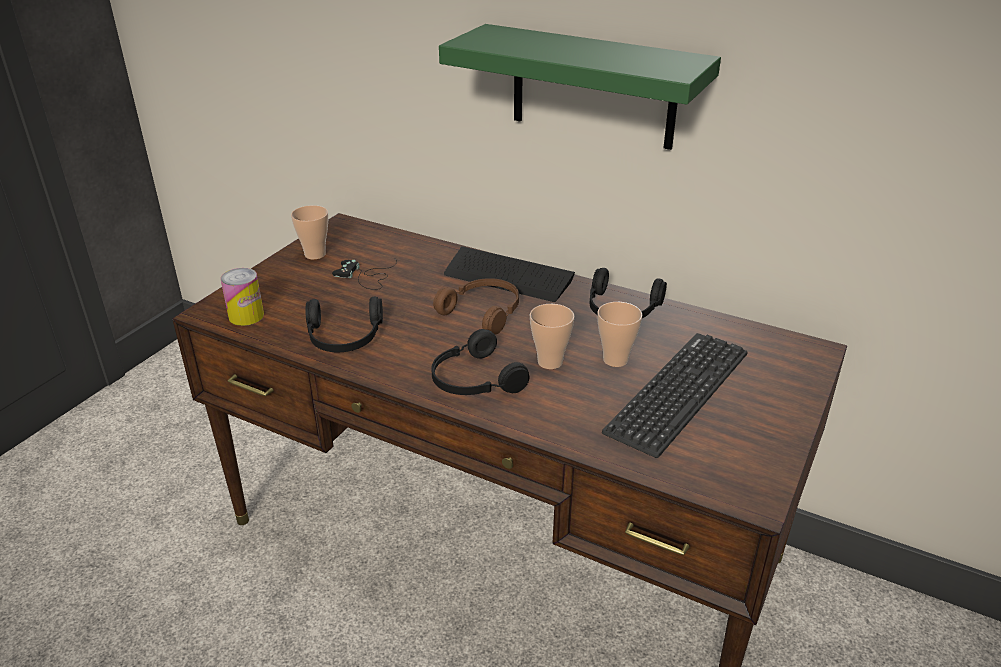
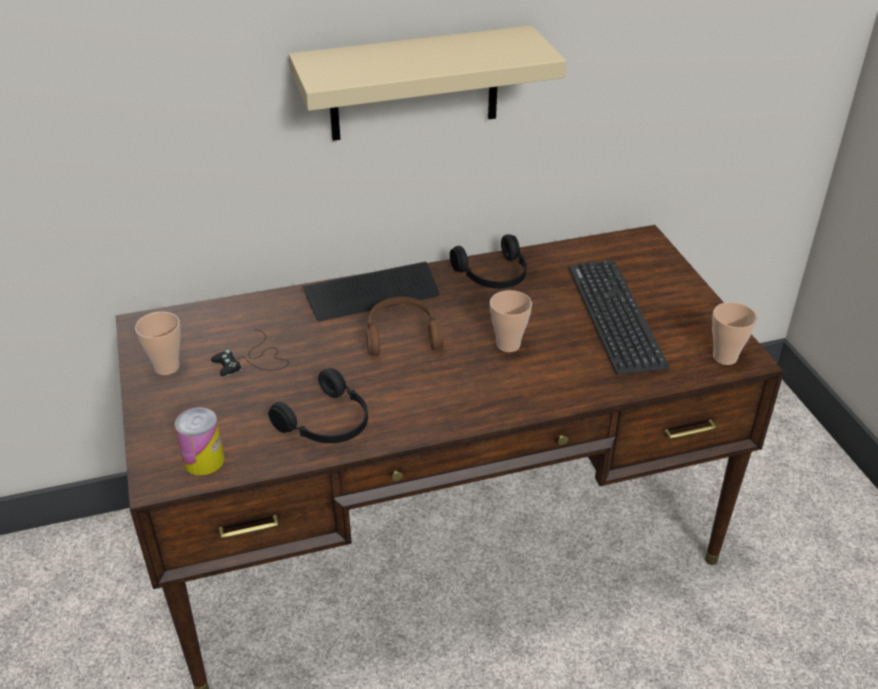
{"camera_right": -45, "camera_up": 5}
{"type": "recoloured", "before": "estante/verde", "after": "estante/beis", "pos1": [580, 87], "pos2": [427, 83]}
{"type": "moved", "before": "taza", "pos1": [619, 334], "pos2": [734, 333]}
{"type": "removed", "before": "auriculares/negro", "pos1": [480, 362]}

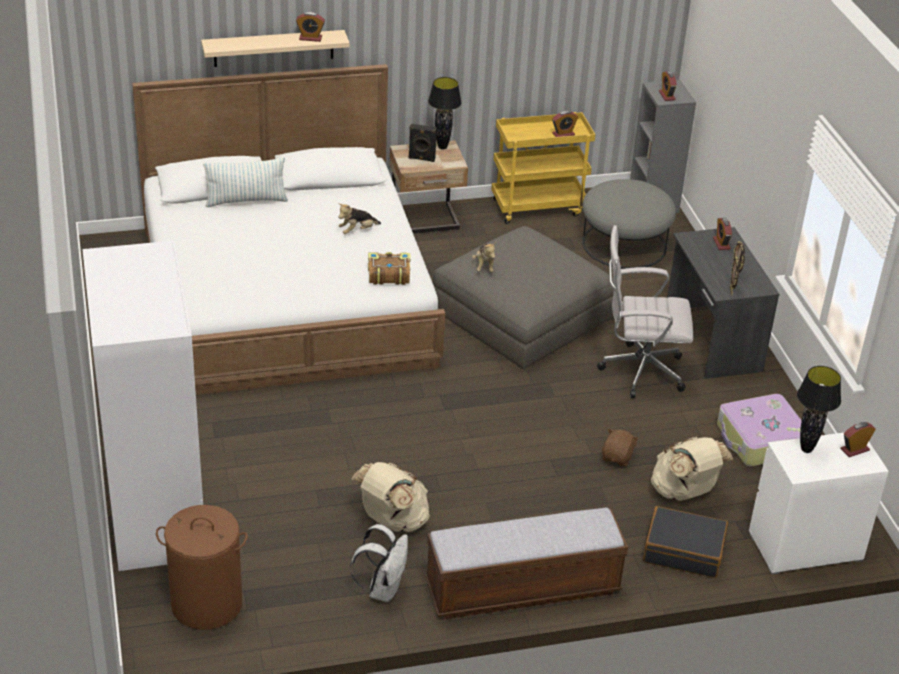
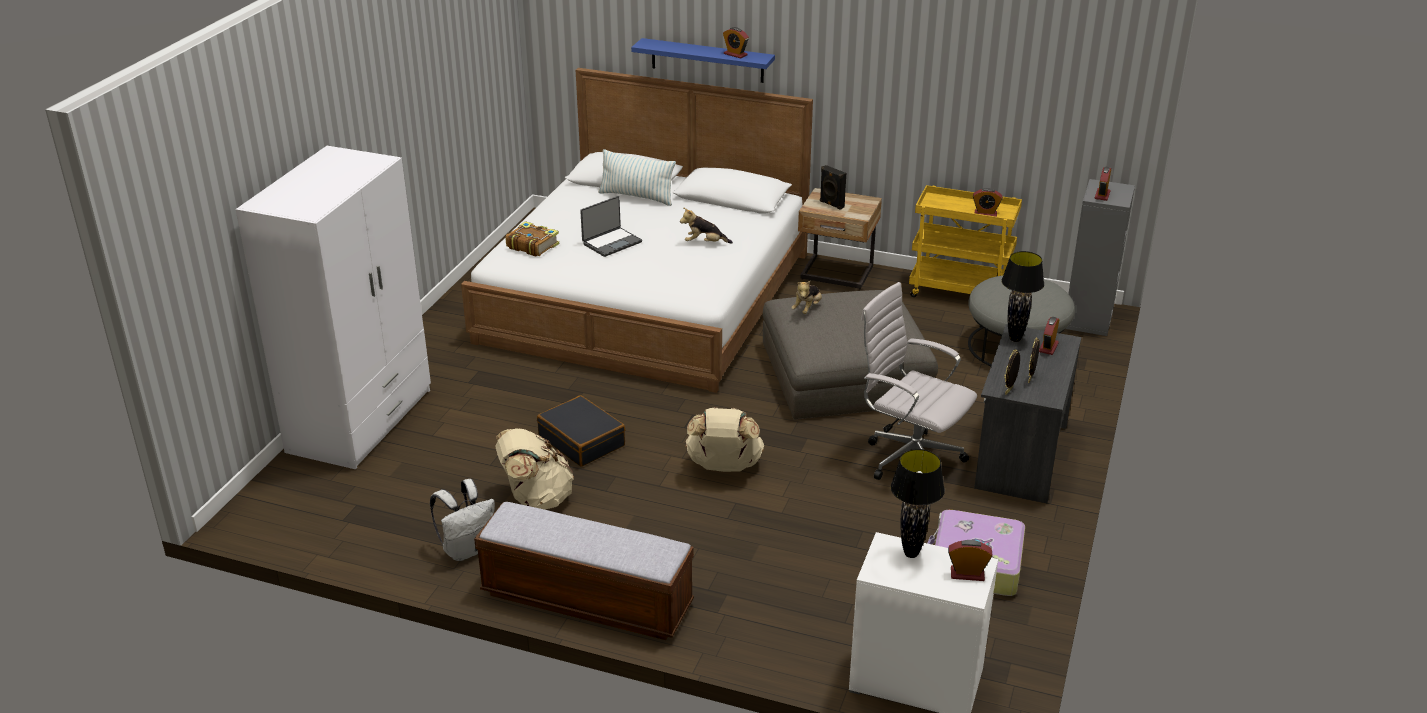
{"camera_right": 35, "camera_up": -5}
{"type": "moved", "before": "libro", "pos1": [389, 268], "pos2": [532, 238]}
{"type": "moved", "before": "maleta/negro", "pos1": [685, 542], "pos2": [581, 431]}
{"type": "added", "after": "portátil", "pos2": [611, 226]}
{"type": "recoloured", "before": "estante/beis", "after": "estante/azul", "pos1": [275, 48], "pos2": [703, 60]}
{"type": "moved", "before": "mochila/beis", "pos1": [692, 469], "pos2": [724, 439]}
{"type": "moved", "before": "lámpara de mesa/negro", "pos1": [444, 113], "pos2": [1022, 296]}
{"type": "removed", "before": "cesto de la ropa/marrón", "pos1": [202, 567]}
{"type": "removed", "before": "peluche/marrón", "pos1": [620, 447]}

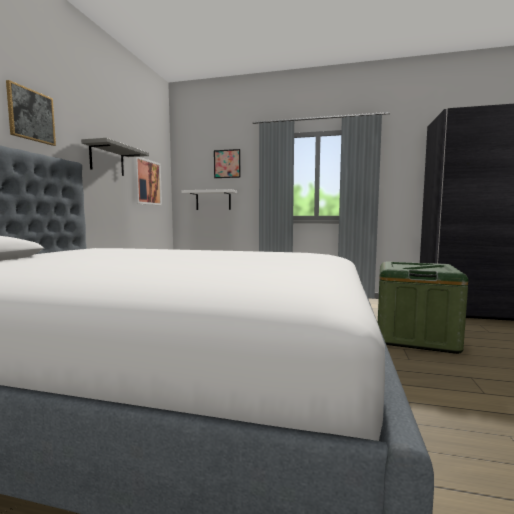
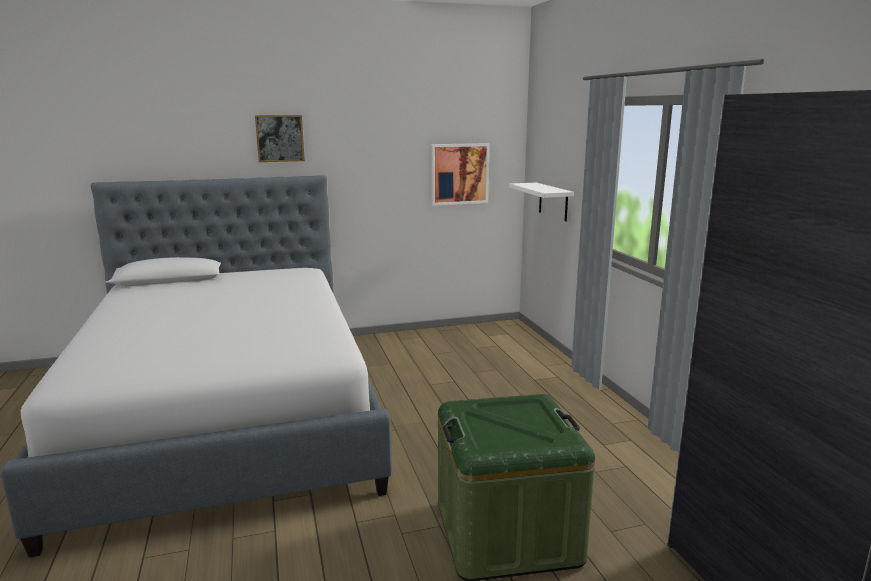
{"camera_right": 60, "camera_up": 10}
{"type": "removed", "before": "estante/gris", "pos1": [115, 157]}
{"type": "removed", "before": "cuadro", "pos1": [227, 163]}

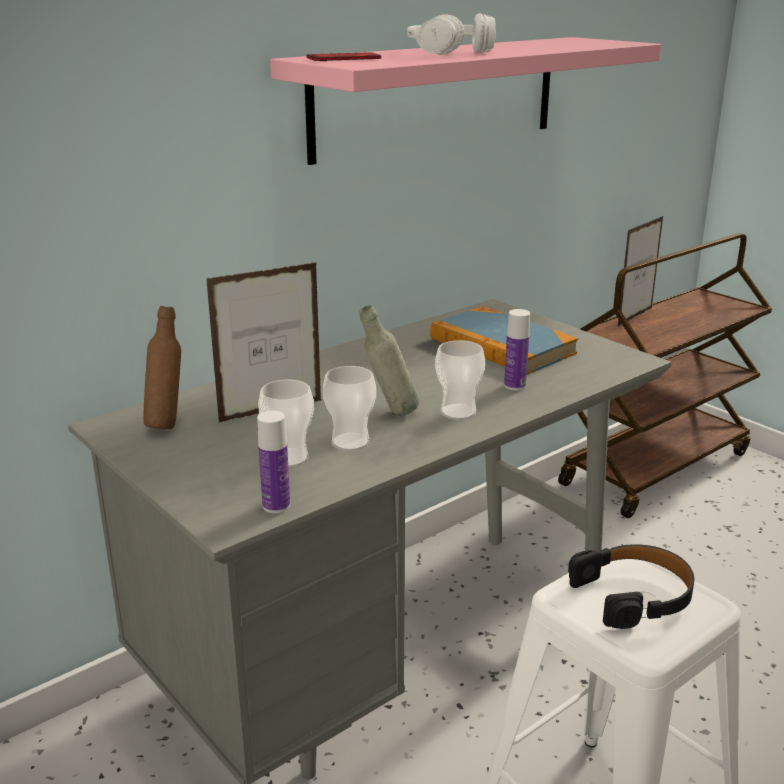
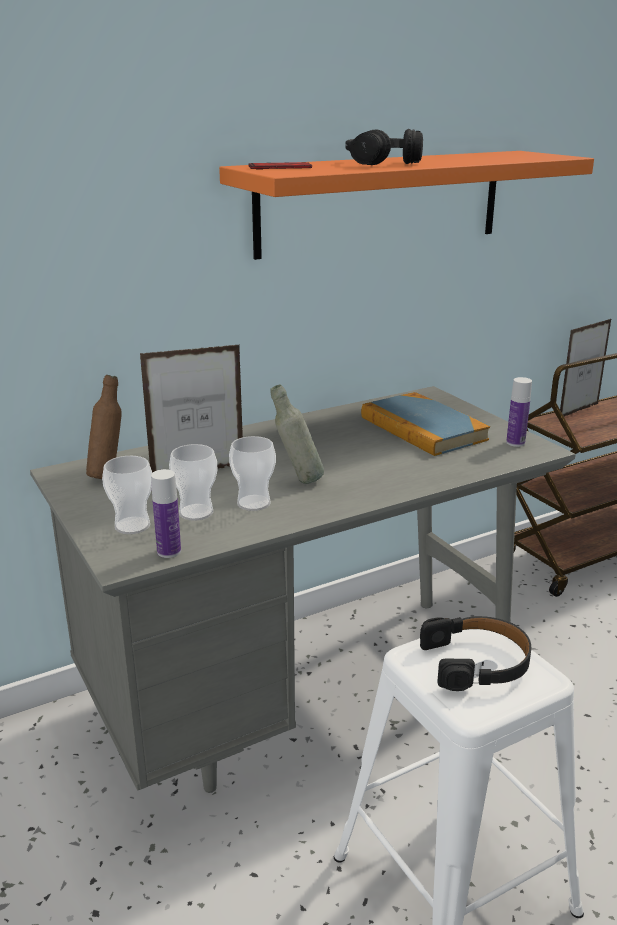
{"camera_right": 10, "camera_up": 0}
{"type": "moved", "before": "taza", "pos1": [460, 380], "pos2": [127, 495]}
{"type": "recoloured", "before": "estante/rosa", "after": "estante/naranja", "pos1": [465, 101], "pos2": [406, 205]}
{"type": "recoloured", "before": "auriculares/blanco", "after": "auriculares/negro", "pos1": [451, 34], "pos2": [384, 147]}
{"type": "moved", "before": "botella", "pos1": [517, 349], "pos2": [519, 412]}

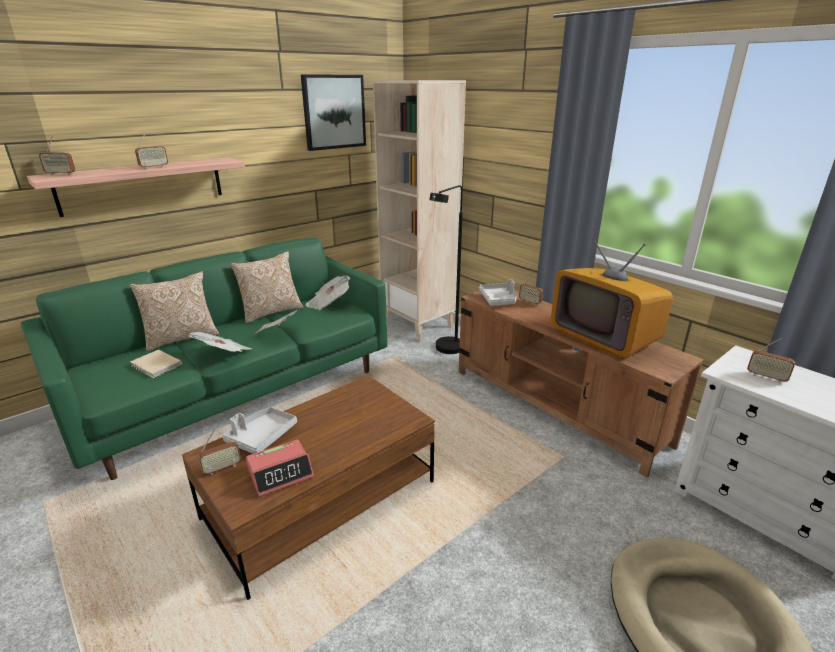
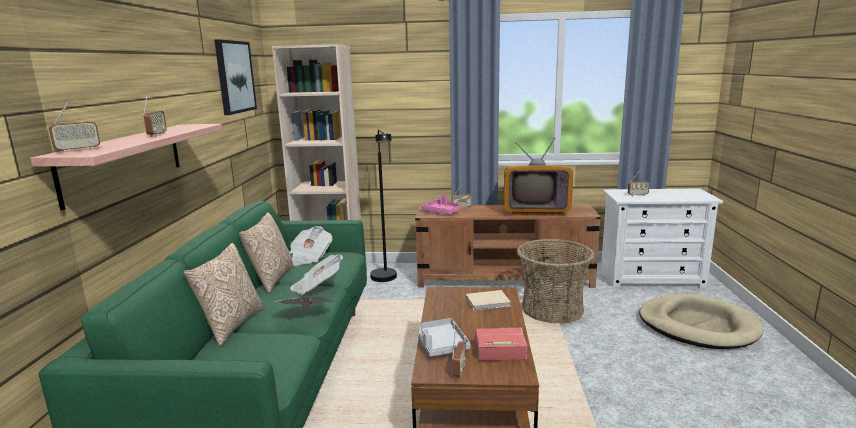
{"camera_right": -45, "camera_up": -10}
{"type": "recoloured", "before": "bandeja/gris", "after": "bandeja/rosa", "pos1": [498, 292], "pos2": [441, 204]}
{"type": "moved", "before": "libro/beis", "pos1": [156, 364], "pos2": [488, 300]}
{"type": "turned", "before": "despertador", "pos1": [280, 468], "pos2": [501, 344], "turn": -105}
{"type": "added", "after": "cesta", "pos2": [556, 281]}

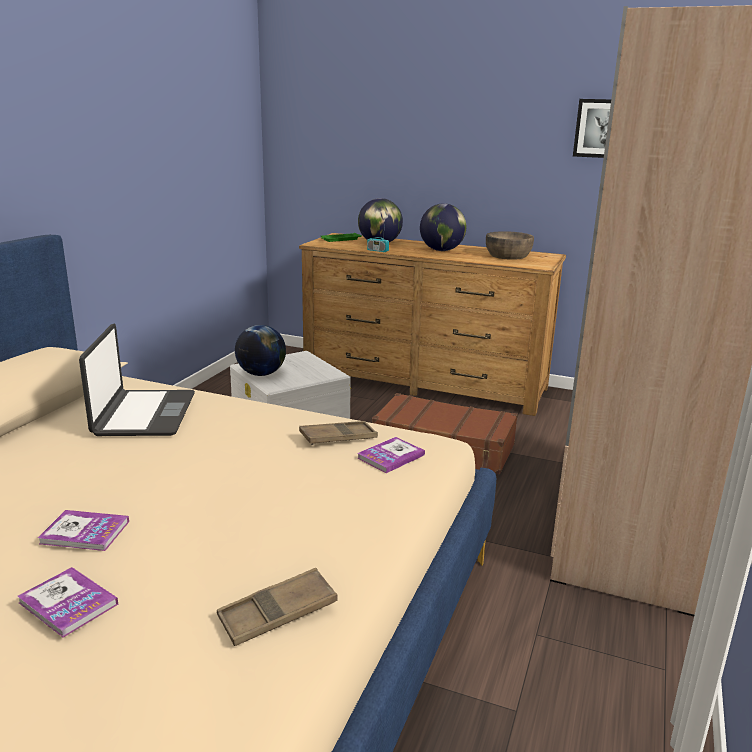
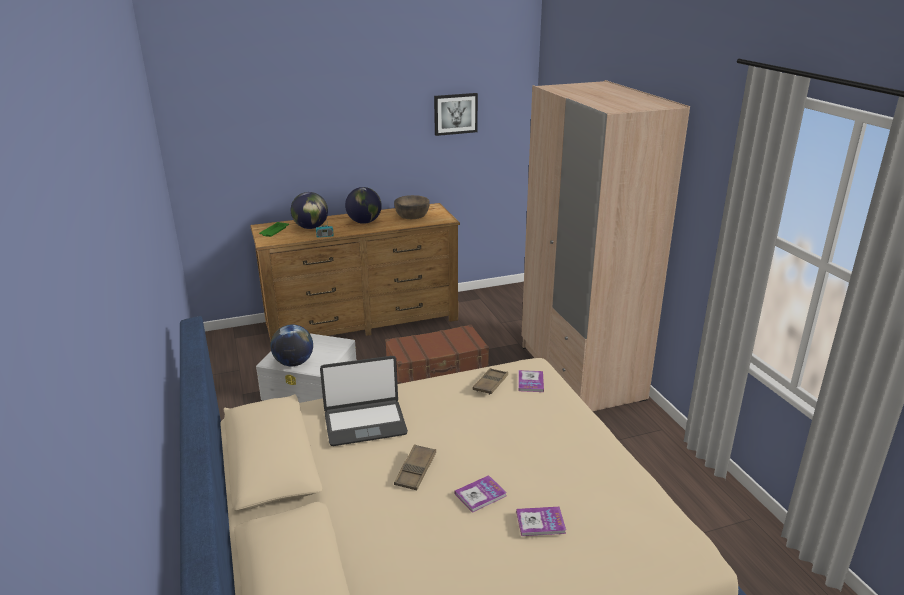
{"camera_right": -40, "camera_up": 5}
{"type": "turned", "before": "portátil", "pos1": [137, 380], "pos2": [364, 401], "turn": 120}
{"type": "moved", "before": "bandeja/marrón", "pos1": [277, 607], "pos2": [415, 467]}

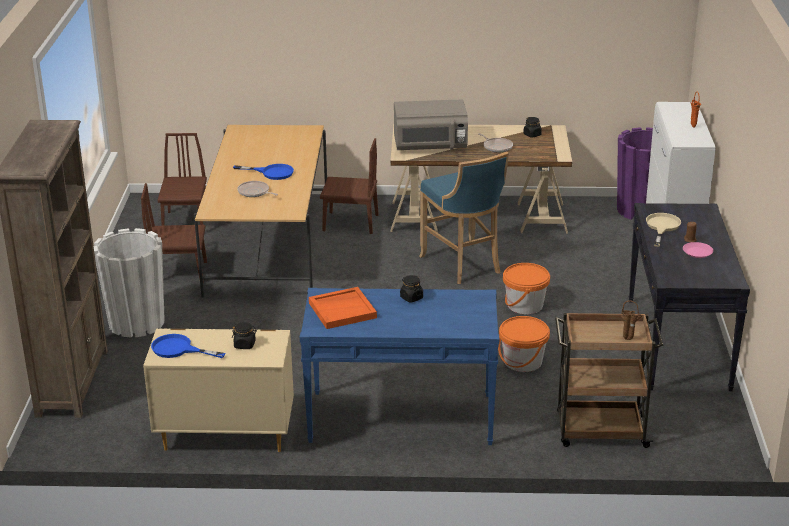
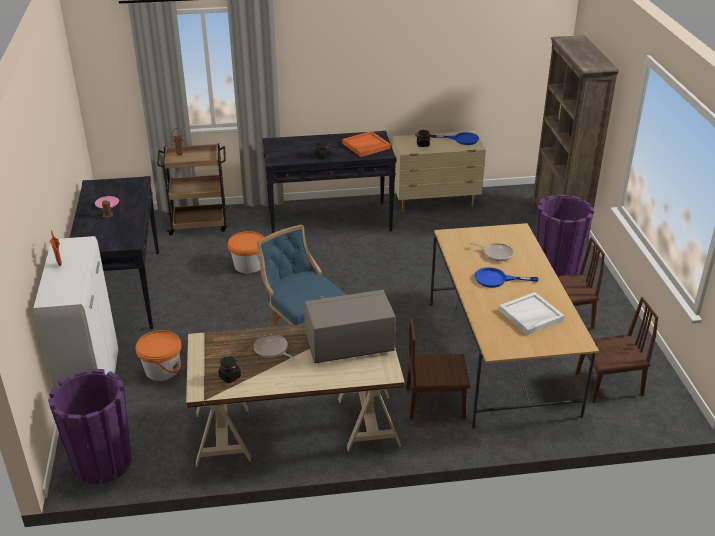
{"camera_right": 170, "camera_up": 5}
{"type": "moved", "before": "cubo/naranja", "pos1": [526, 288], "pos2": [158, 355]}
{"type": "recoloured", "before": "mesa consola/azul", "after": "mesa consola/negro", "pos1": [399, 366], "pos2": [329, 182]}
{"type": "added", "after": "bandeja/blanco", "pos2": [532, 313]}
{"type": "recoloured", "before": "maceta/blanco", "after": "maceta/morado", "pos1": [129, 283], "pos2": [565, 235]}
{"type": "turned", "before": "silla/marrón", "pos1": [182, 179], "pos2": [617, 350], "turn": -90}
{"type": "removed", "before": "sartén/beis", "pos1": [663, 230]}

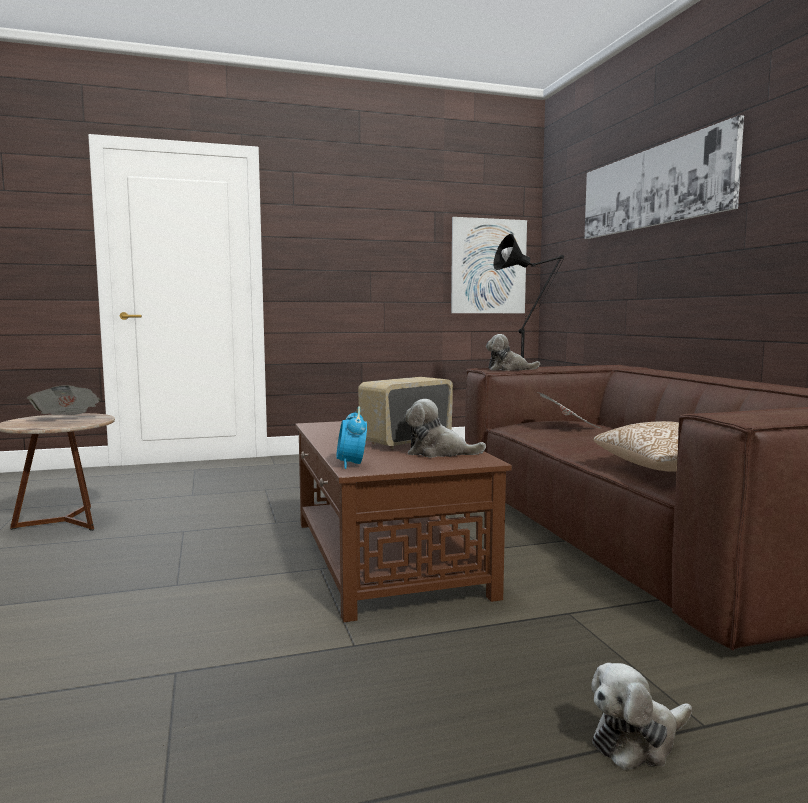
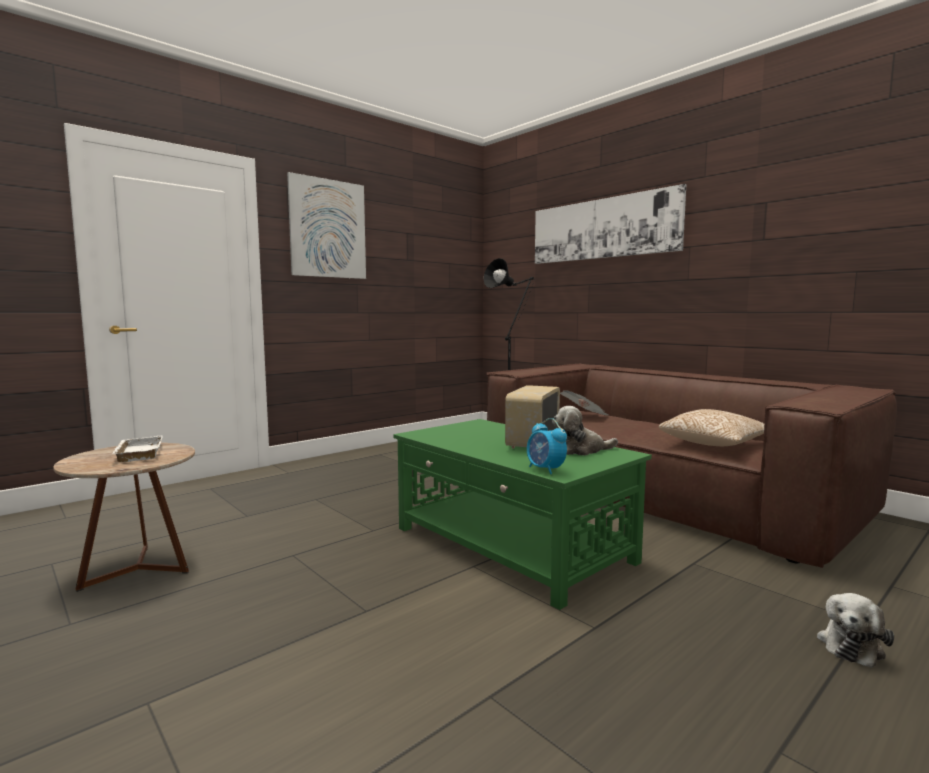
{"camera_right": -25, "camera_up": 0}
{"type": "replaced", "before": "periódico", "after": "bandeja/blanco", "pos1": [63, 400], "pos2": [137, 449]}
{"type": "moved", "before": "cuadro", "pos1": [489, 265], "pos2": [326, 225]}
{"type": "recoloured", "before": "mesa de centro/marrón", "after": "mesa de centro/verde", "pos1": [403, 521], "pos2": [523, 514]}
{"type": "removed", "before": "peluche", "pos1": [513, 352]}

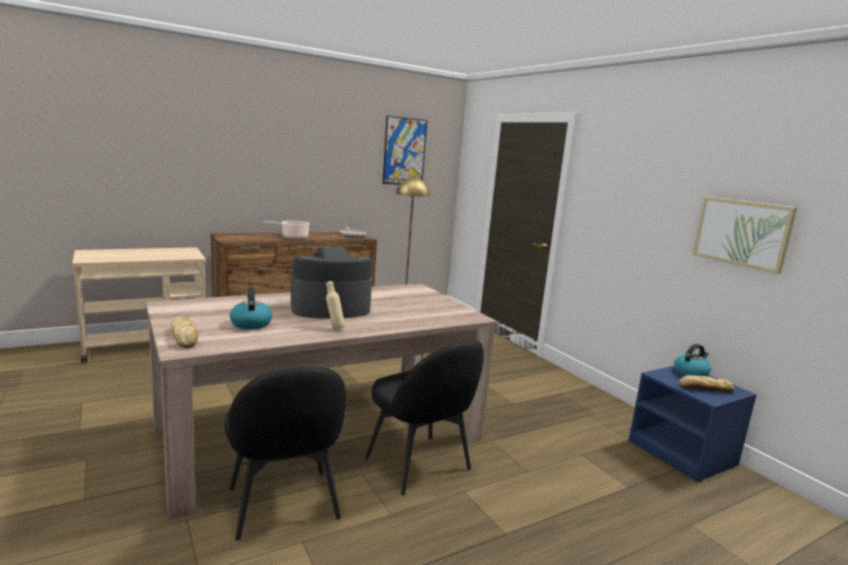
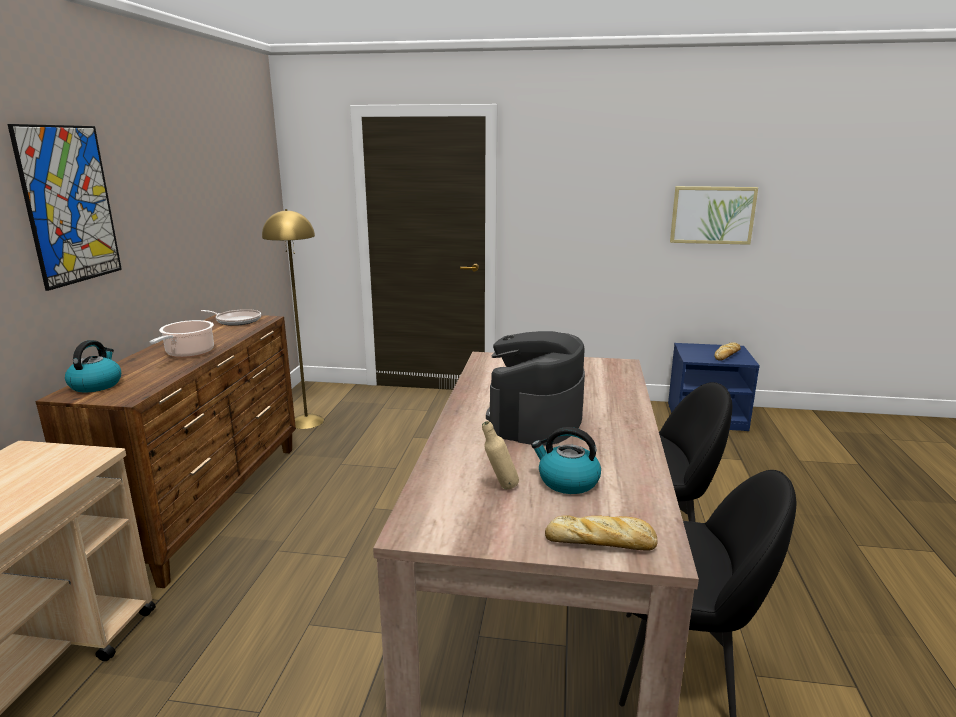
{"camera_right": -50, "camera_up": 5}
{"type": "moved", "before": "cuadro", "pos1": [405, 150], "pos2": [64, 207]}
{"type": "moved", "before": "hervidor", "pos1": [692, 360], "pos2": [93, 366]}
{"type": "moved", "before": "botella/beis", "pos1": [335, 305], "pos2": [500, 455]}

